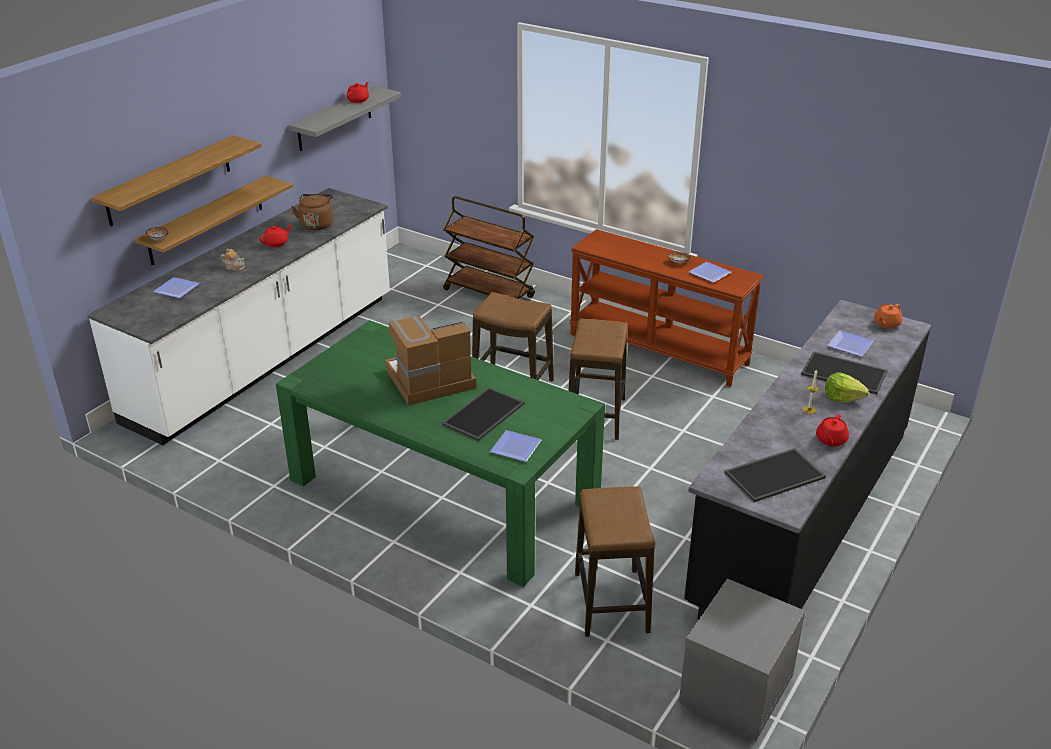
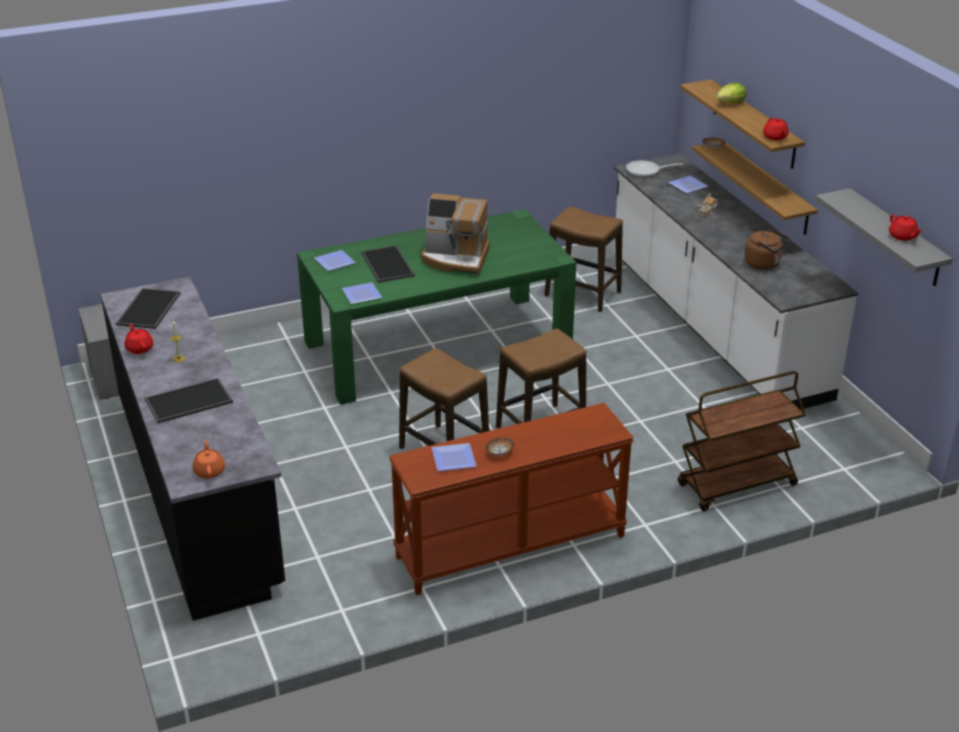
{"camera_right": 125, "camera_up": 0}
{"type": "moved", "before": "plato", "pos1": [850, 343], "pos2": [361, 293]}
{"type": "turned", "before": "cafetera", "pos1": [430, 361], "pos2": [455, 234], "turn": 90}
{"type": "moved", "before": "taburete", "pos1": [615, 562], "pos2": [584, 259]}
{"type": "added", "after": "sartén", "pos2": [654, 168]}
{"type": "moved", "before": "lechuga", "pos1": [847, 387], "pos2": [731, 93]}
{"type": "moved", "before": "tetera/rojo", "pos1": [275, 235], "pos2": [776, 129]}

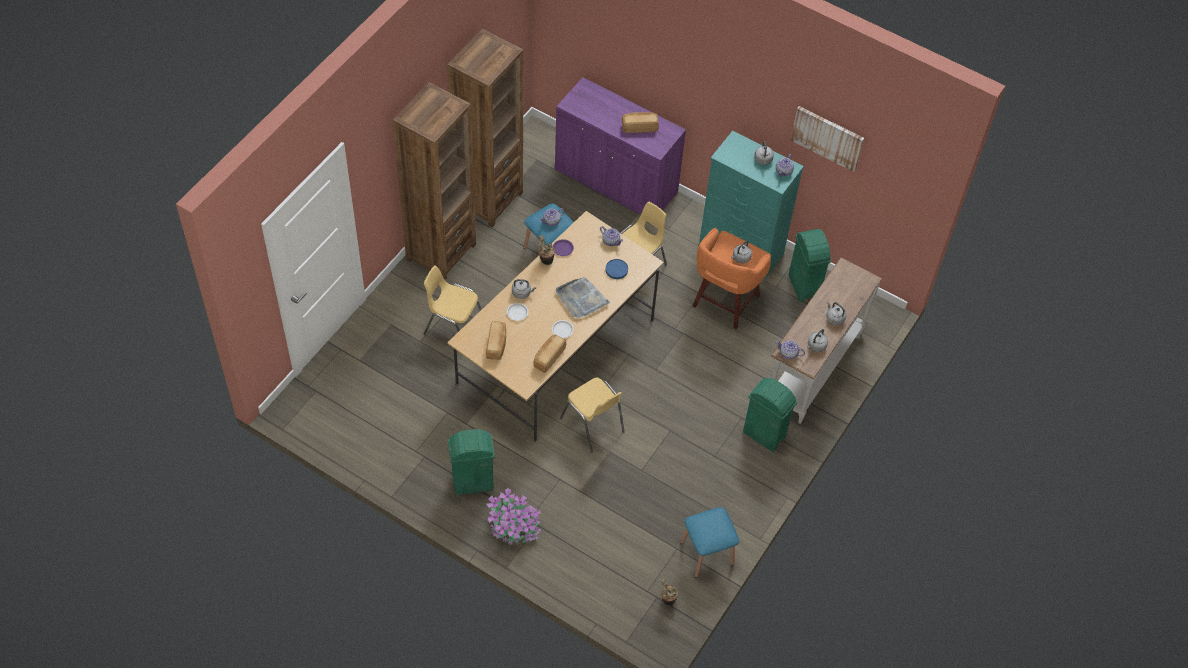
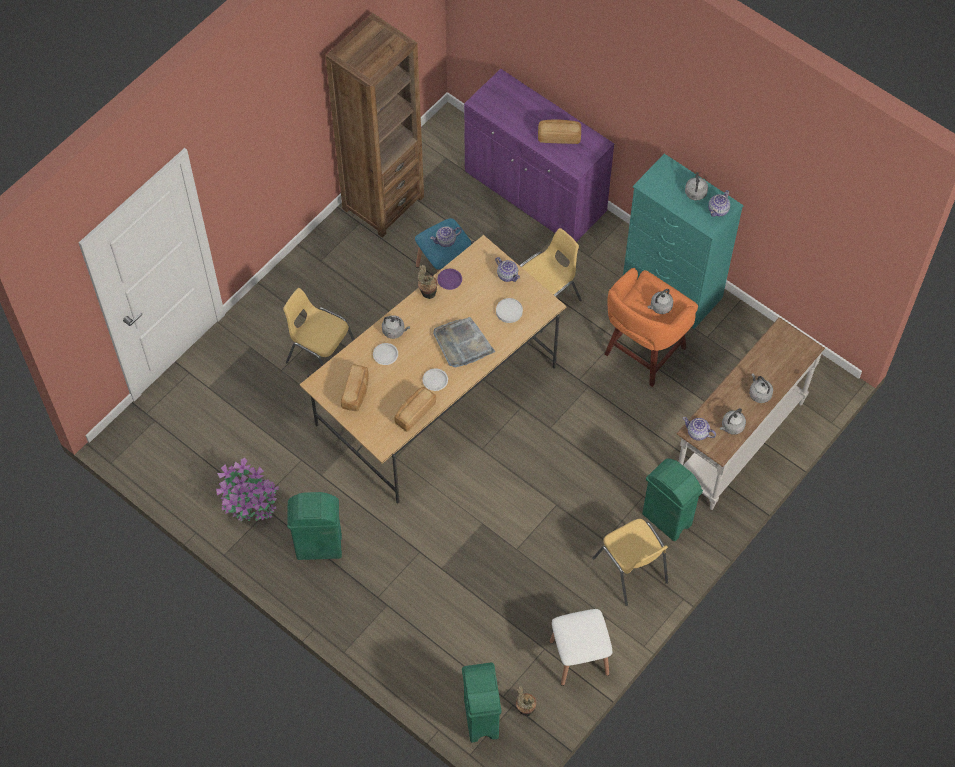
{"camera_right": 10, "camera_up": 5}
{"type": "moved", "before": "planta en maceta", "pos1": [513, 516], "pos2": [247, 489]}
{"type": "moved", "before": "papelera/verde", "pos1": [809, 265], "pos2": [481, 702]}
{"type": "recoloured", "before": "plato/azul", "after": "plato/blanco", "pos1": [617, 269], "pos2": [509, 310]}
{"type": "recoloured", "before": "taburete/azul", "after": "taburete/blanco", "pos1": [709, 542], "pos2": [580, 647]}
{"type": "moved", "before": "silla/amarillo", "pos1": [592, 415], "pos2": [630, 562]}
{"type": "removed", "before": "estantería/marrón", "pos1": [434, 181]}
{"type": "removed", "before": "cuadro", "pos1": [827, 139]}

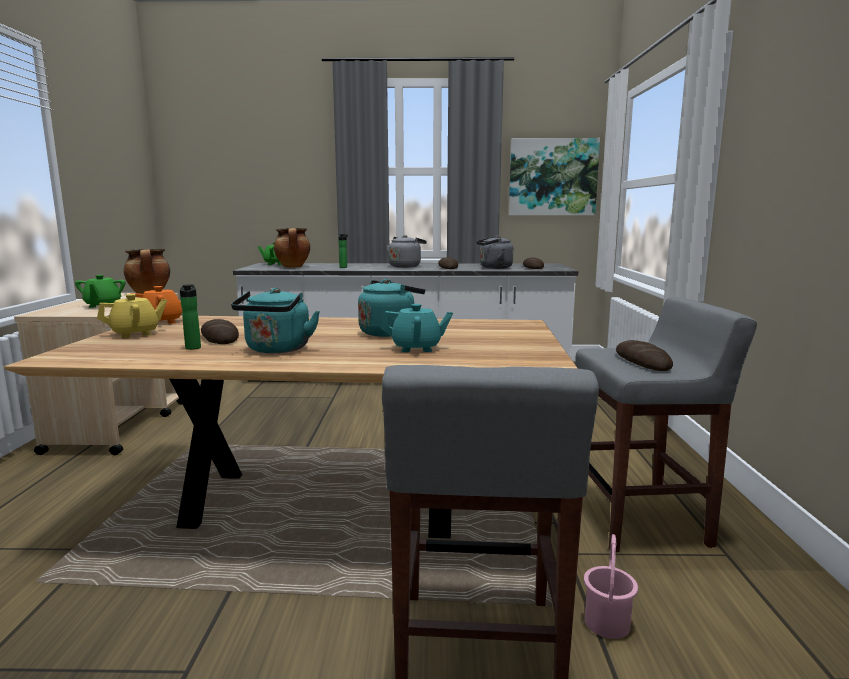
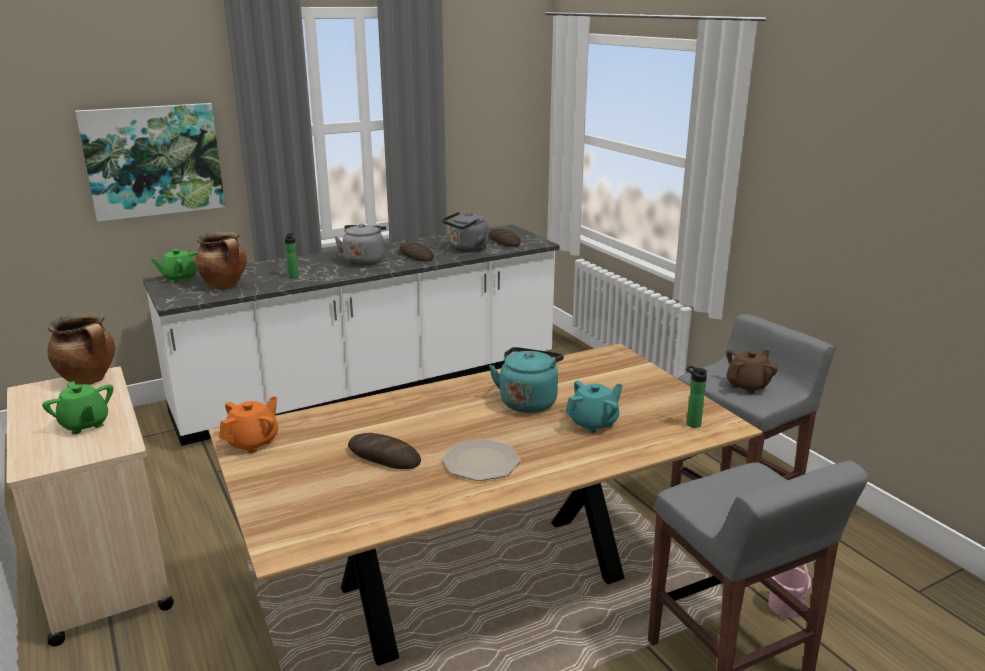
{"camera_right": -30, "camera_up": 10}
{"type": "moved", "before": "cuadro", "pos1": [554, 176], "pos2": [150, 162]}
{"type": "replaced", "before": "hervidor/turquesa", "after": "plato", "pos1": [275, 320], "pos2": [482, 460]}
{"type": "moved", "before": "botella", "pos1": [190, 317], "pos2": [696, 396]}
{"type": "replaced", "before": "pan", "after": "tetera/marrón", "pos1": [644, 355], "pos2": [752, 371]}
{"type": "removed", "before": "tetera/amarillo", "pos1": [132, 316]}

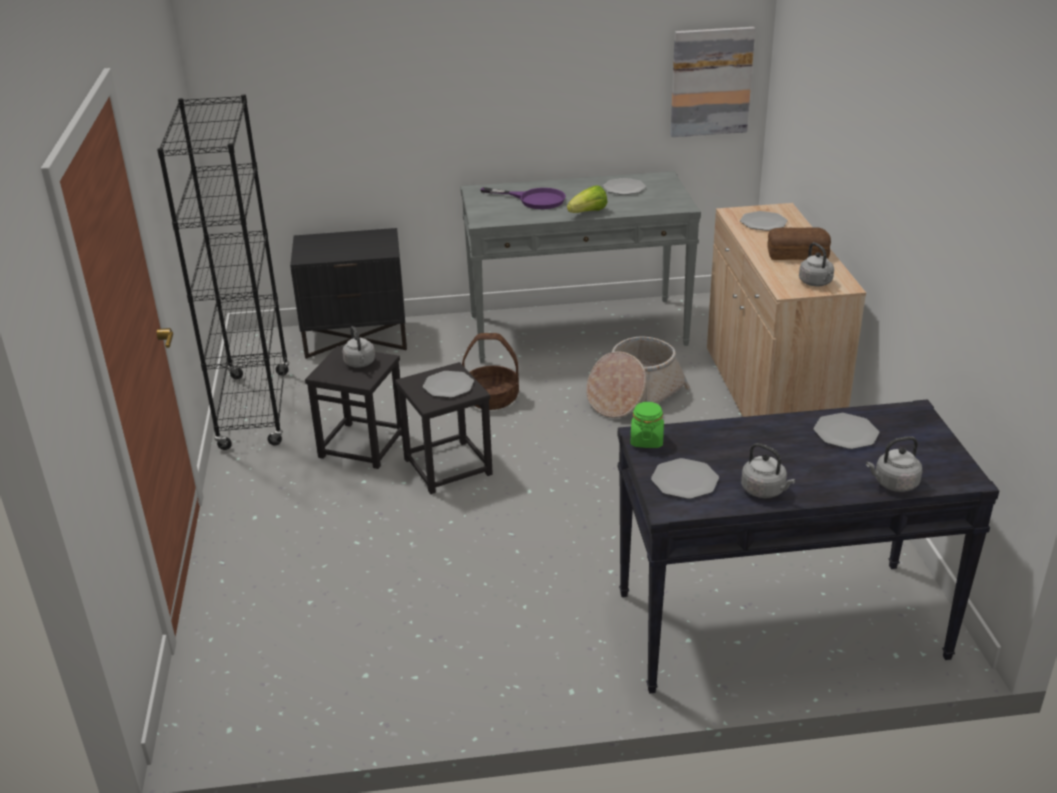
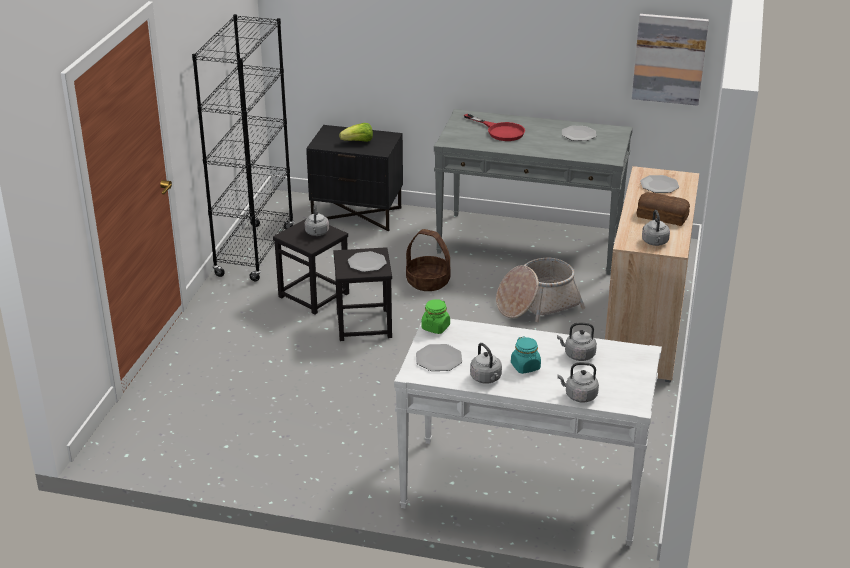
{"camera_right": 20, "camera_up": 0}
{"type": "moved", "before": "lechuga", "pos1": [587, 199], "pos2": [356, 132]}
{"type": "recoloured", "before": "mesa consola/negro", "after": "mesa consola/blanco", "pos1": [808, 546], "pos2": [528, 432]}
{"type": "recoloured", "before": "sartén/morado", "after": "sartén/rojo", "pos1": [523, 198], "pos2": [494, 127]}
{"type": "added", "after": "tarro/turquesa", "pos2": [526, 355]}
{"type": "replaced", "before": "plato", "after": "hervidor/gris", "pos1": [846, 431], "pos2": [577, 341]}

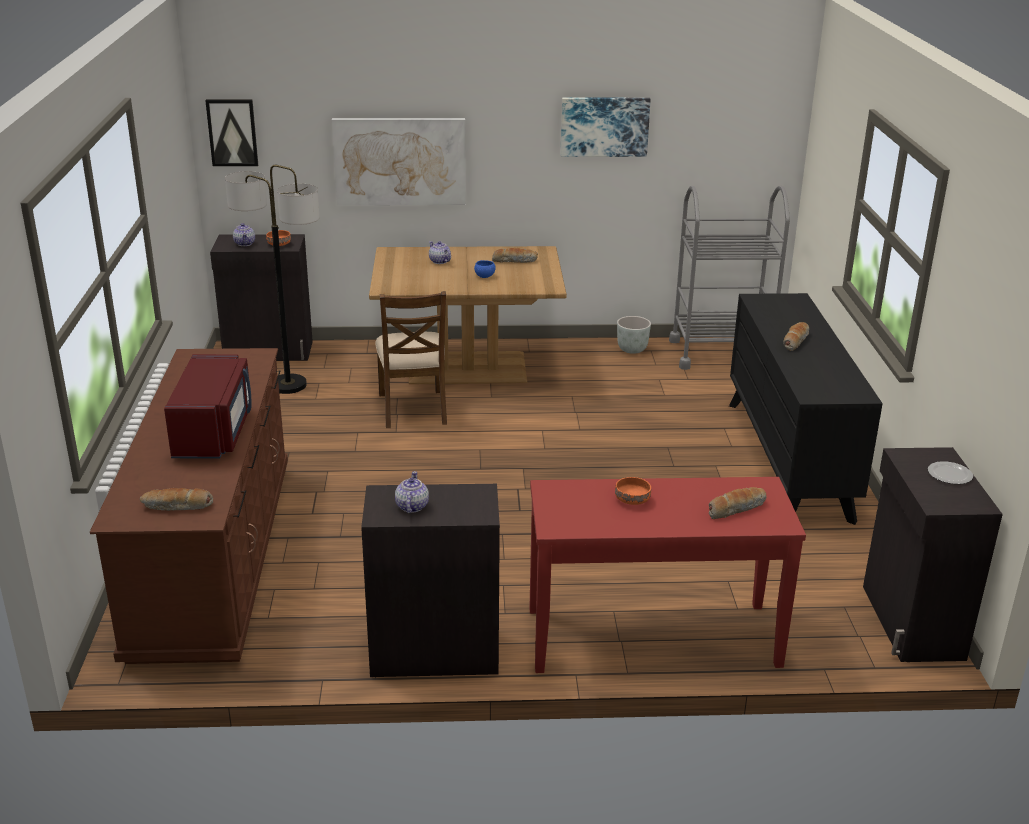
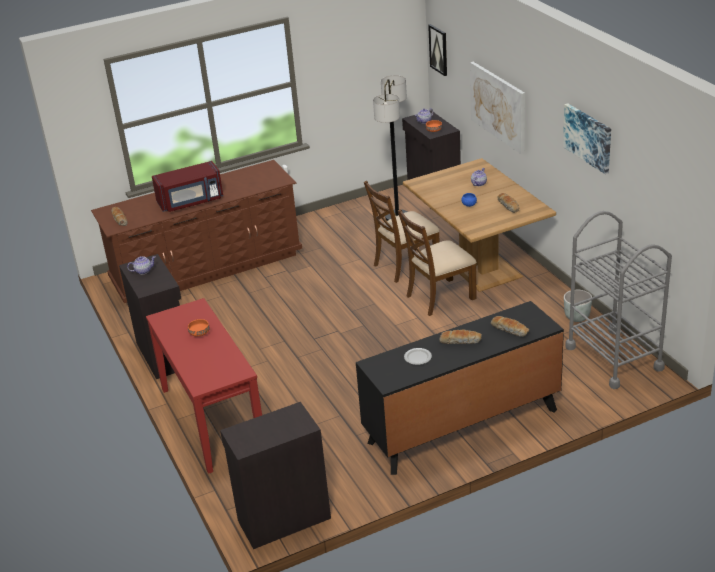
{"camera_right": 70, "camera_up": 5}
{"type": "added", "after": "silla/marrón", "pos2": [437, 262]}
{"type": "moved", "before": "plato", "pos1": [950, 472], "pos2": [418, 356]}
{"type": "moved", "before": "pan", "pos1": [738, 503], "pos2": [510, 326]}

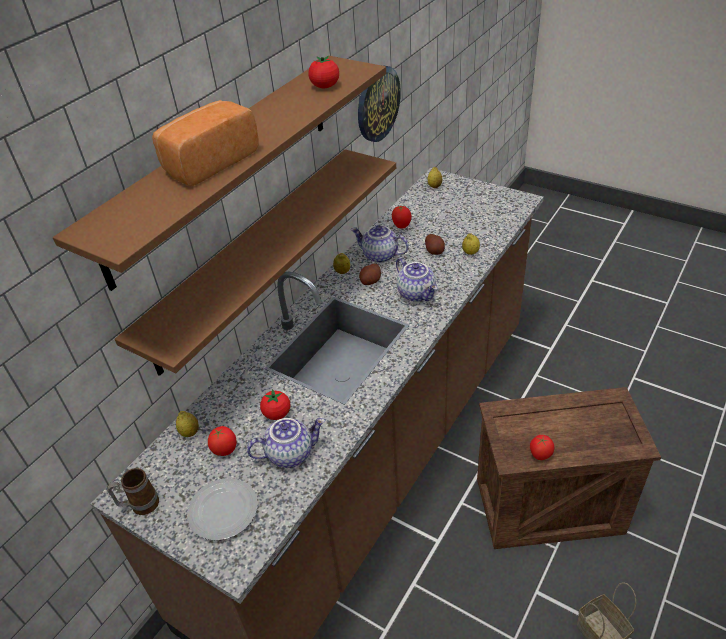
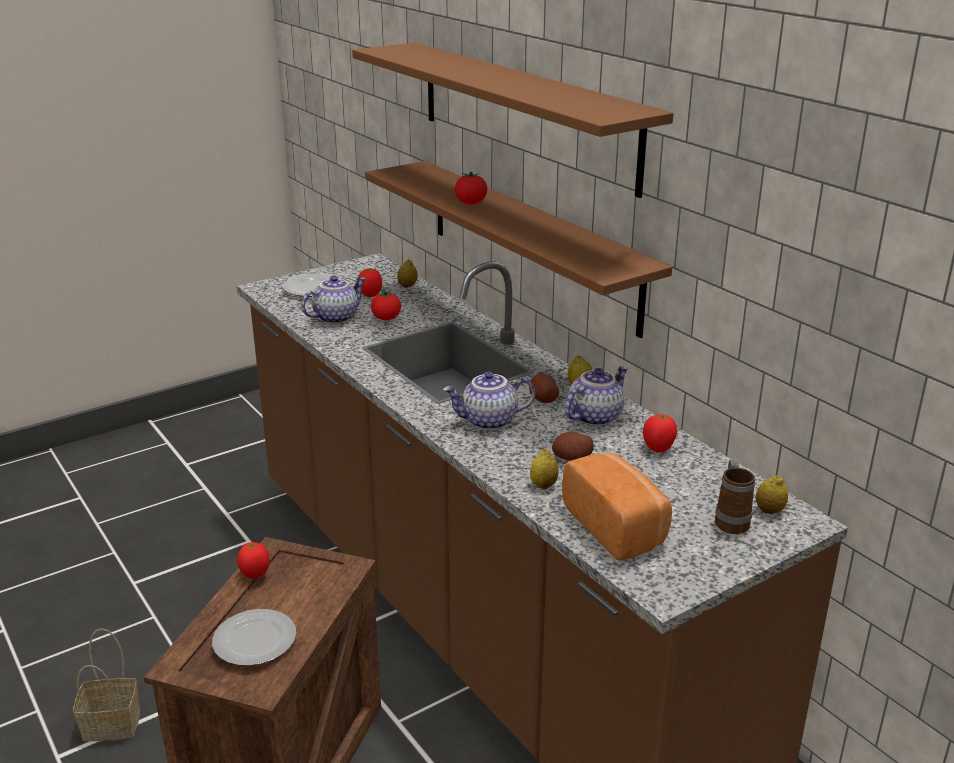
{"camera_right": 110, "camera_up": -15}
{"type": "added", "after": "plato", "pos2": [254, 637]}
{"type": "turned", "before": "tetera", "pos1": [286, 443], "pos2": [334, 299], "turn": -135}
{"type": "moved", "before": "tomate", "pos1": [323, 71], "pos2": [471, 187]}
{"type": "moved", "before": "pan", "pos1": [205, 143], "pos2": [617, 507]}
{"type": "moved", "before": "taza grande", "pos1": [133, 491], "pos2": [735, 496]}
{"type": "removed", "before": "reloj de pared", "pos1": [379, 103]}

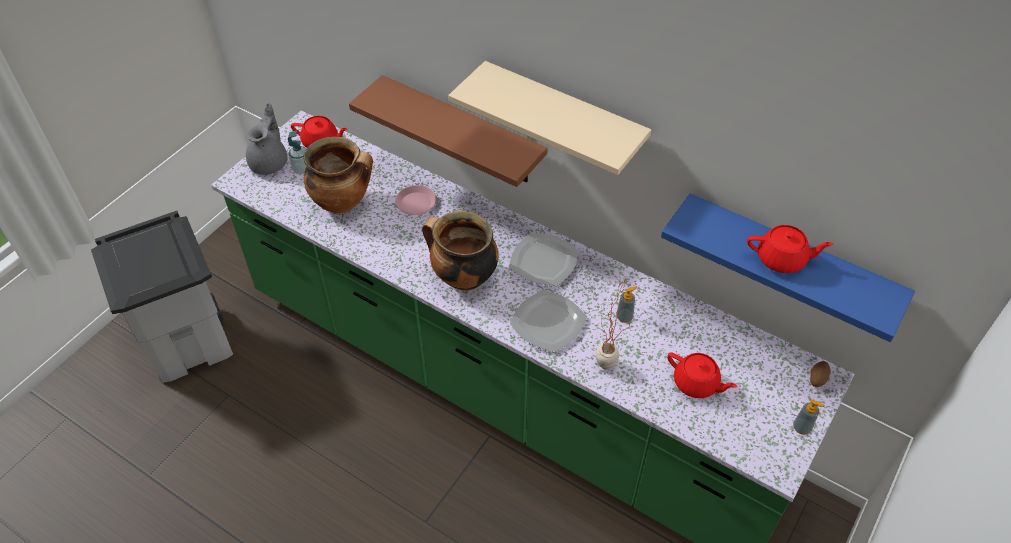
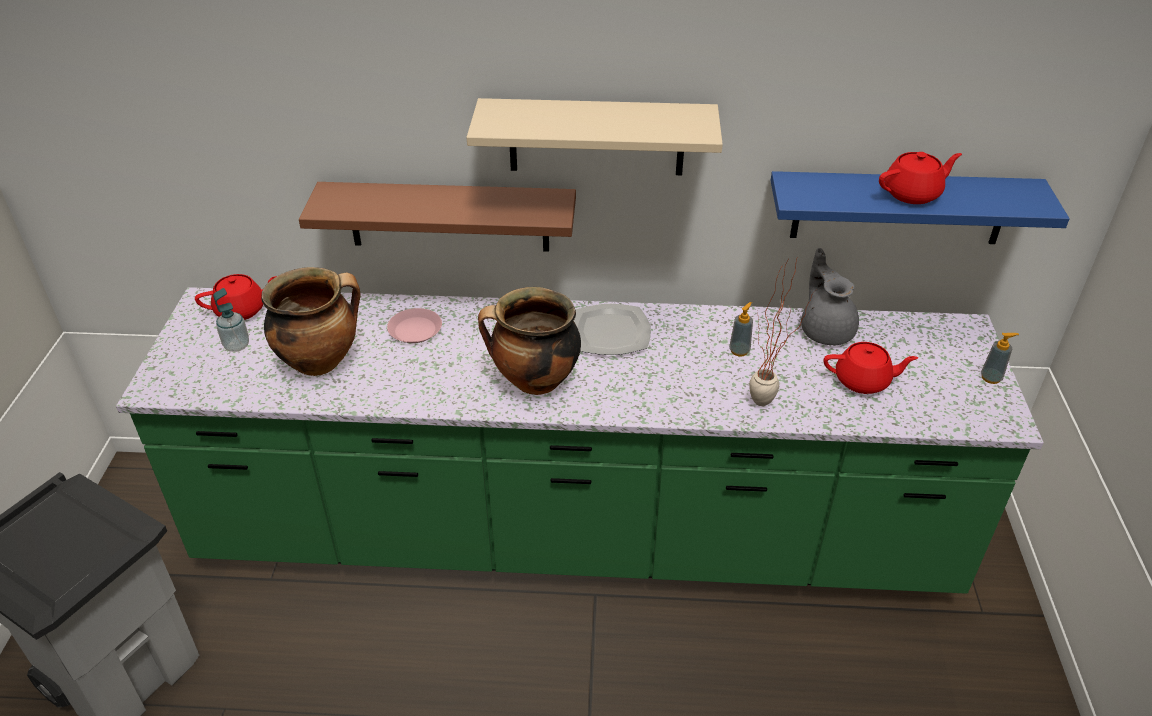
{"camera_right": -30, "camera_up": -10}
{"type": "moved", "before": "tetera/gris", "pos1": [267, 139], "pos2": [830, 296]}
{"type": "removed", "before": "plato", "pos1": [548, 321]}
{"type": "removed", "before": "patata", "pos1": [820, 374]}

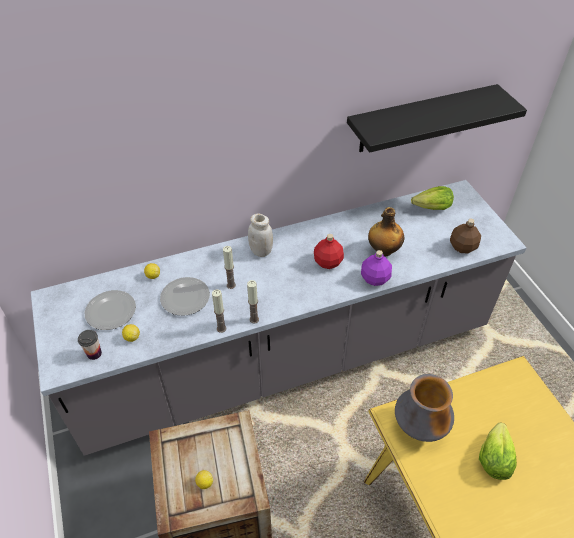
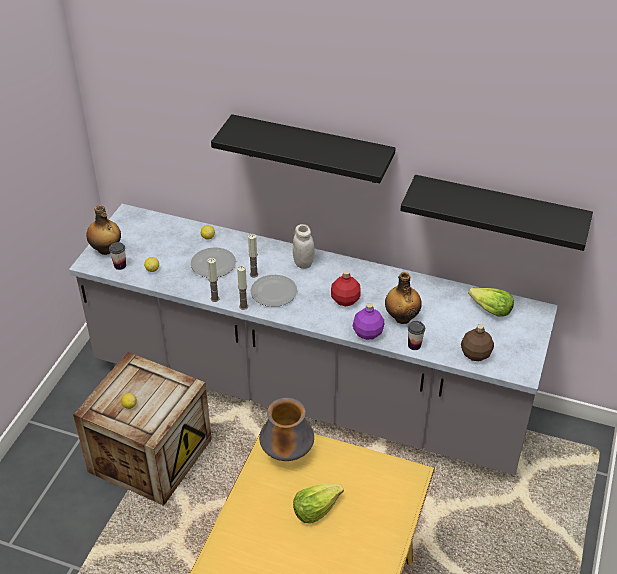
{"camera_right": 40, "camera_up": -5}
{"type": "added", "after": "botella", "pos2": [103, 230]}
{"type": "added", "after": "estante/negro", "pos2": [303, 148]}
{"type": "moved", "before": "plato", "pos1": [110, 310], "pos2": [274, 291]}
{"type": "added", "after": "taza", "pos2": [416, 335]}

